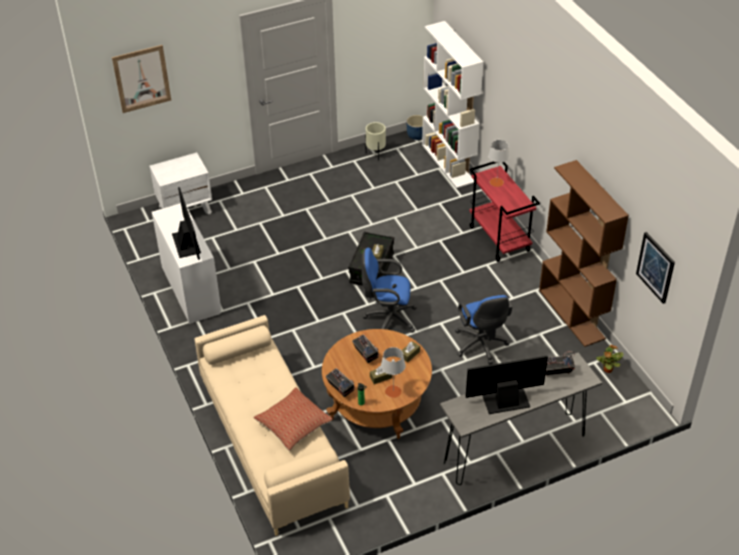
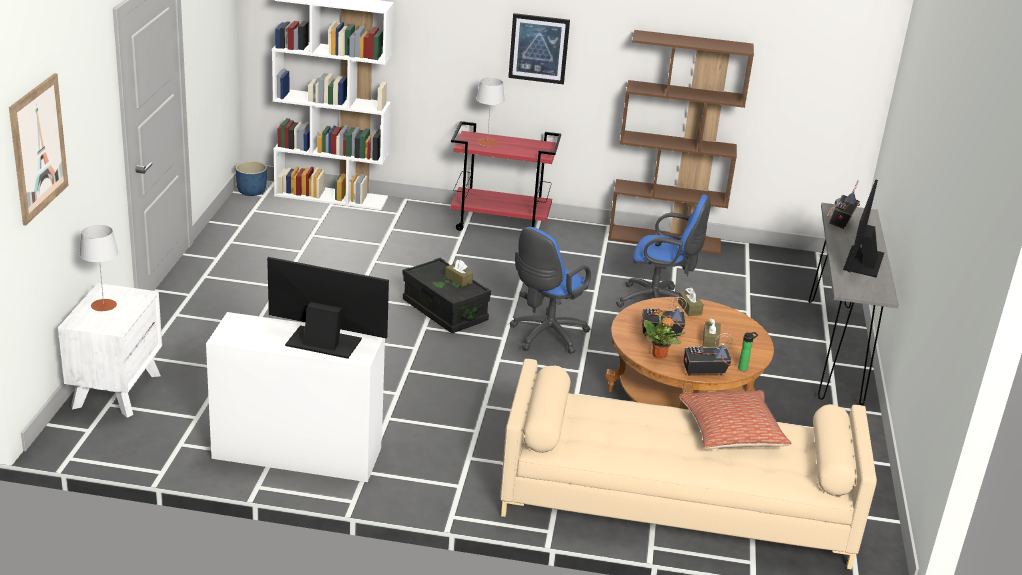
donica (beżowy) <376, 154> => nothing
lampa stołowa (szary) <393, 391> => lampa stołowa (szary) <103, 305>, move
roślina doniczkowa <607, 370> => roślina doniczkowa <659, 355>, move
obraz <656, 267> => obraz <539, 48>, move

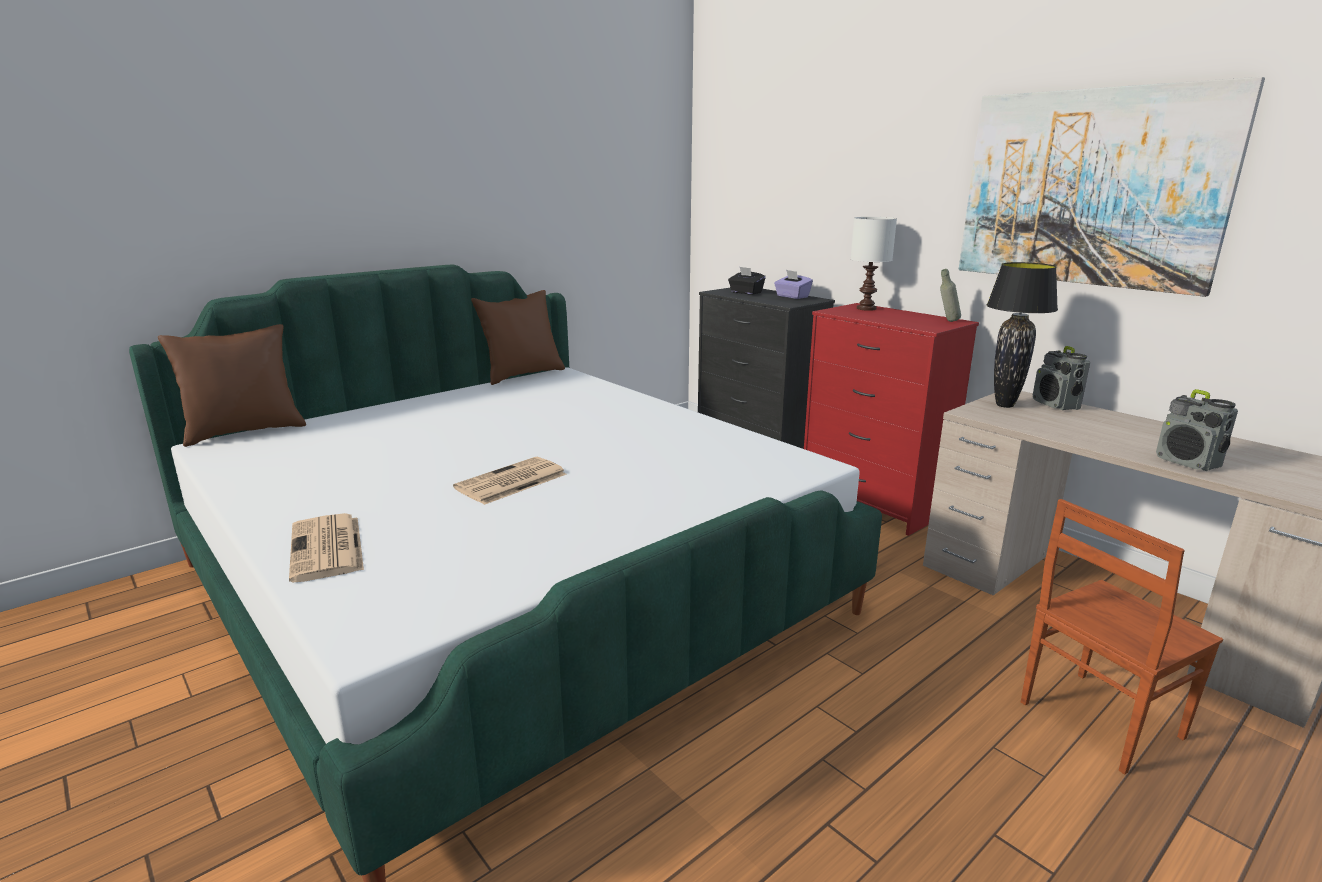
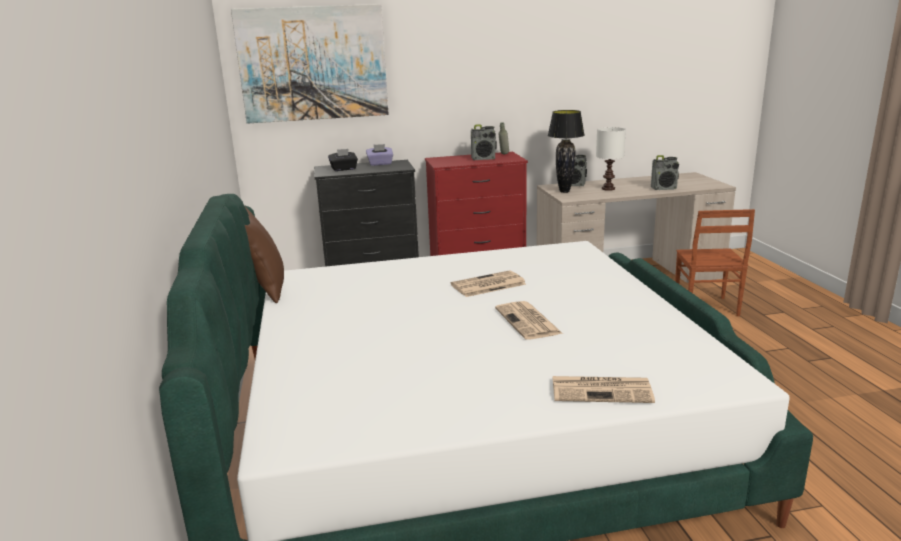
poduszka (brązowy) <245, 432> => nothing
lampa stołowa (biały) <867, 308> => lampa stołowa (biały) <608, 188>, move
obraz <1089, 188> => obraz <313, 64>, move
nothing => gazeta <487, 285>
nothing => radio <484, 159>

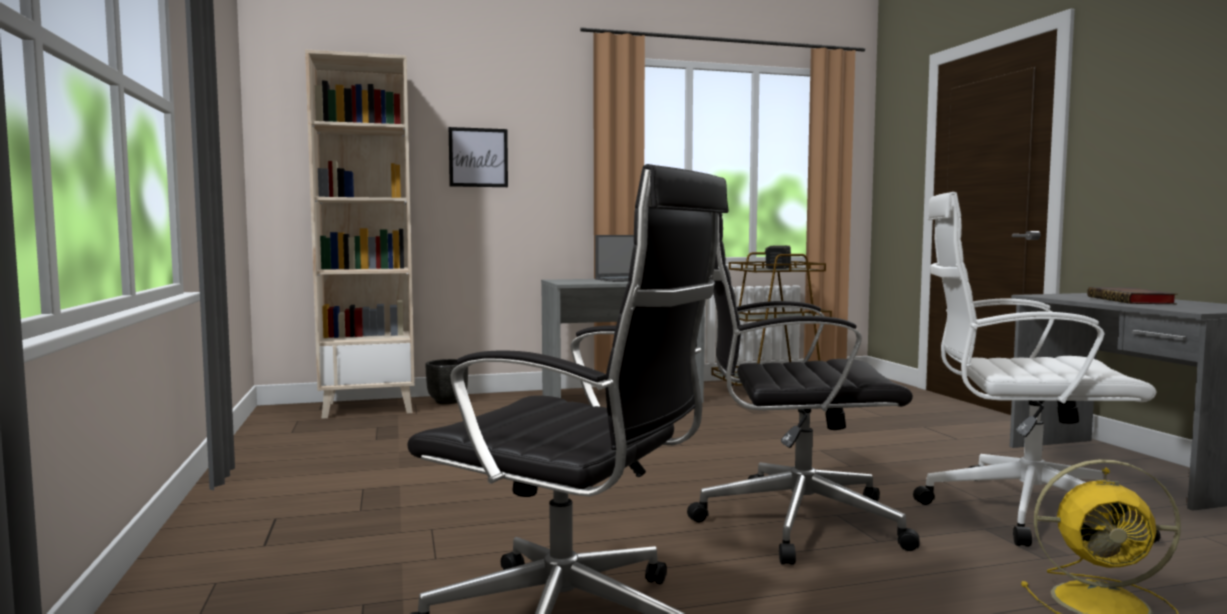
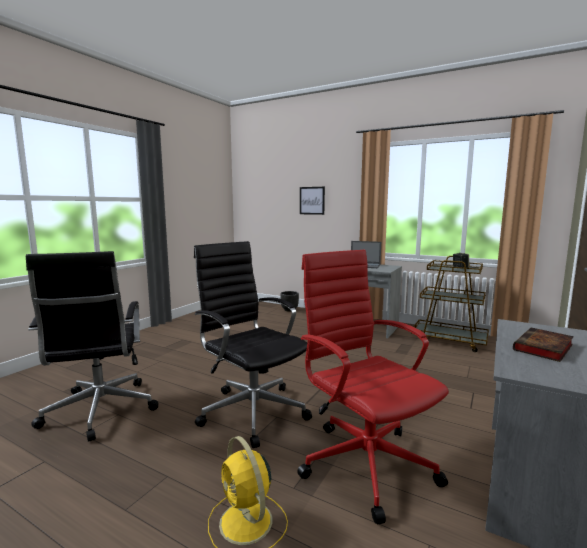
regał (beżowy) <369, 407> => nothing
krzesło biurowe (biały) <1020, 510> => krzesło biurowe (czerwony) <365, 461>

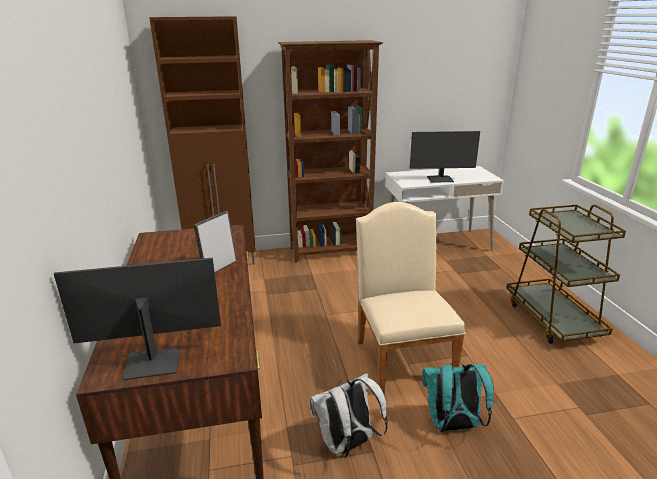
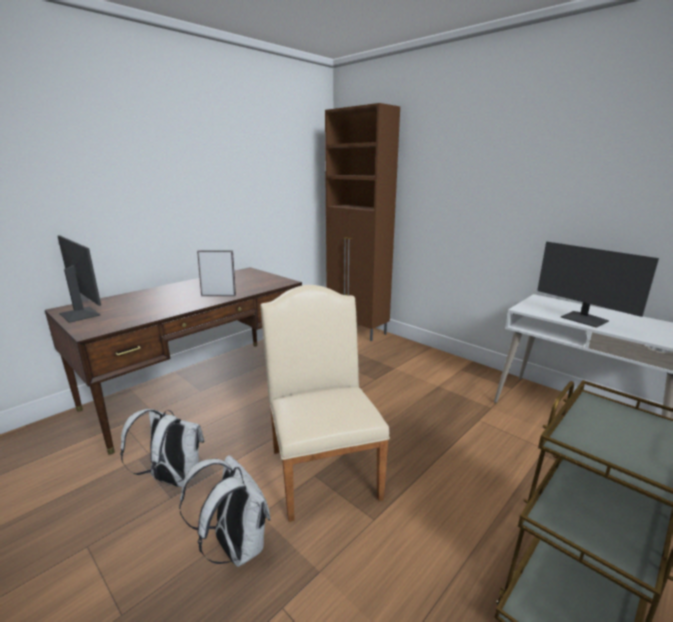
regał (brązowy) <331, 252> => nothing
krzesło (beżowy) <402, 356> => krzesło (beżowy) <322, 467>, 60 degrees counterclockwise
plecak (turkusowy) <452, 425> => plecak (biały) <235, 546>

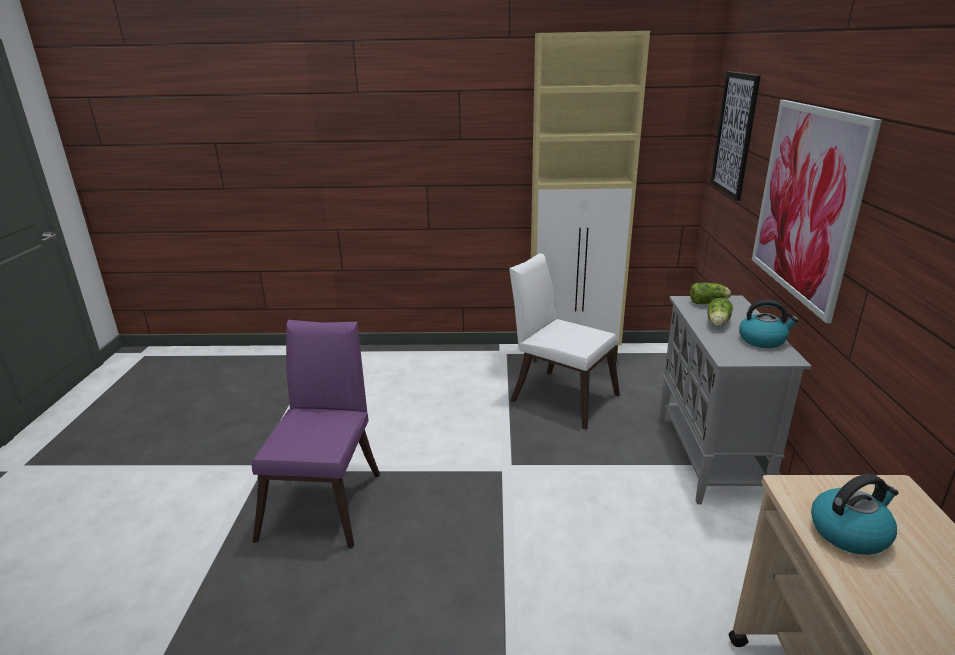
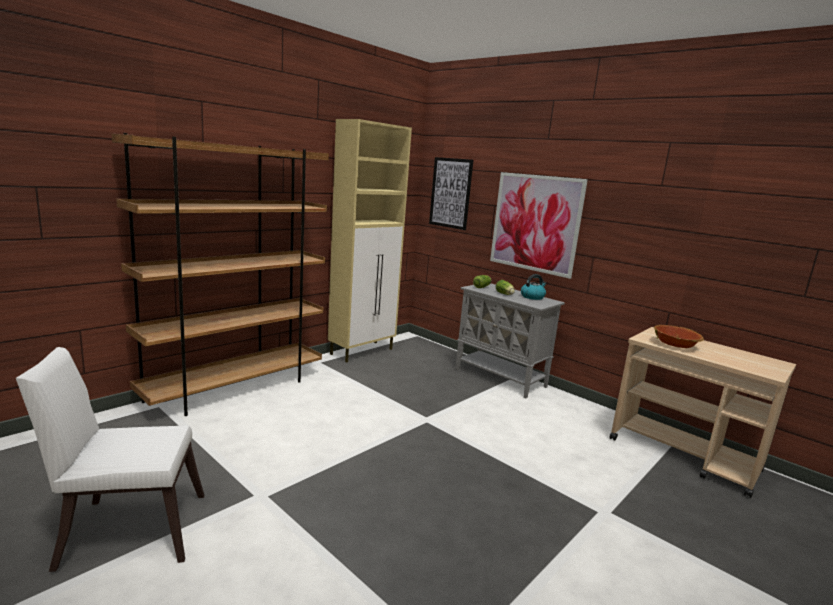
krzesło (fioletowy) <326, 499> => nothing
krzesło (biały) <559, 396> => krzesło (biały) <125, 529>, move
czajnik <849, 532> => miska <675, 345>
nothing => regał (brązowy) <236, 388>

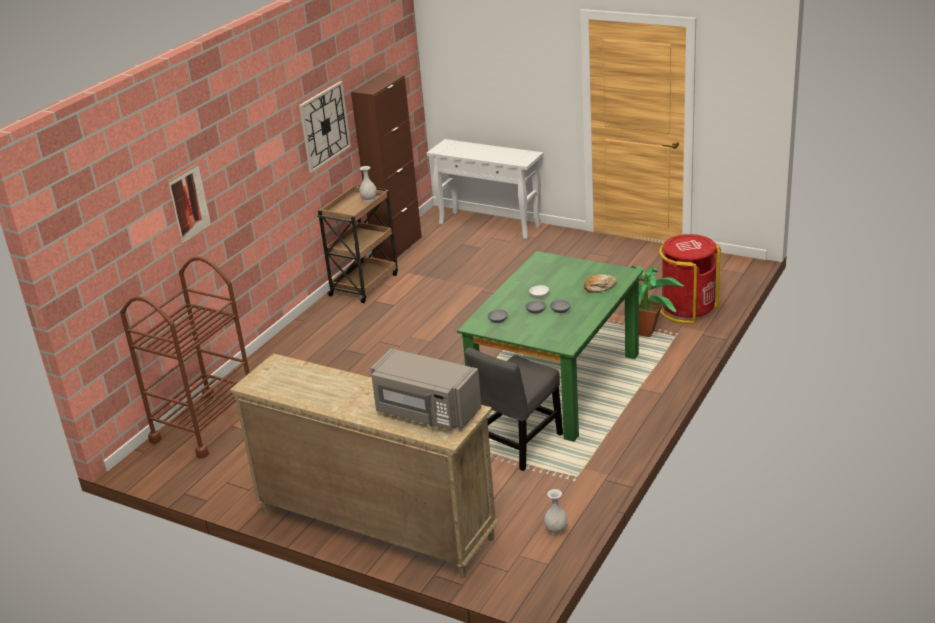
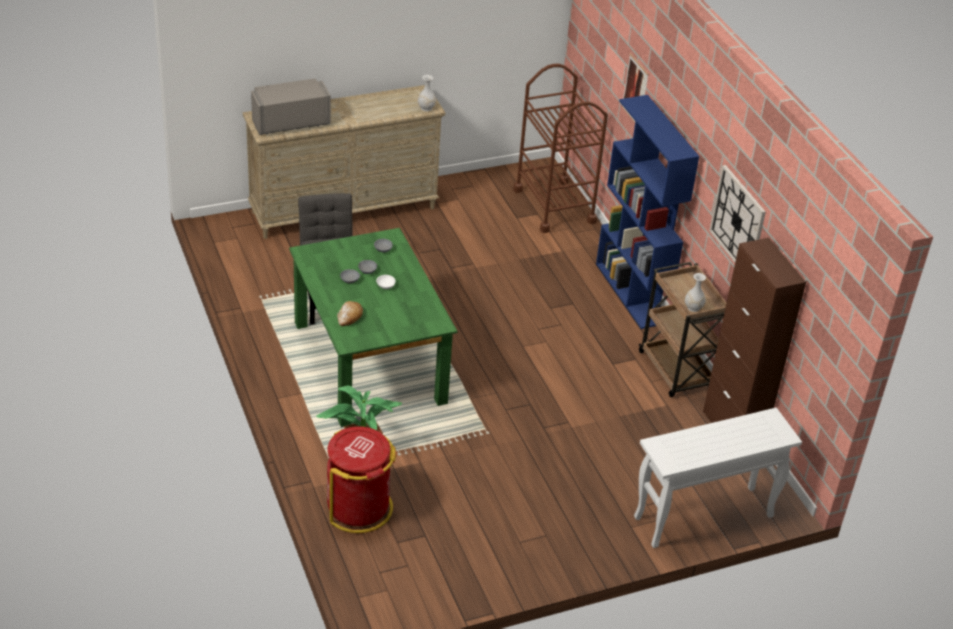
wazon (biały) <556, 530> => wazon (biały) <426, 108>, move
nothing => regał (niebieski) <632, 293>

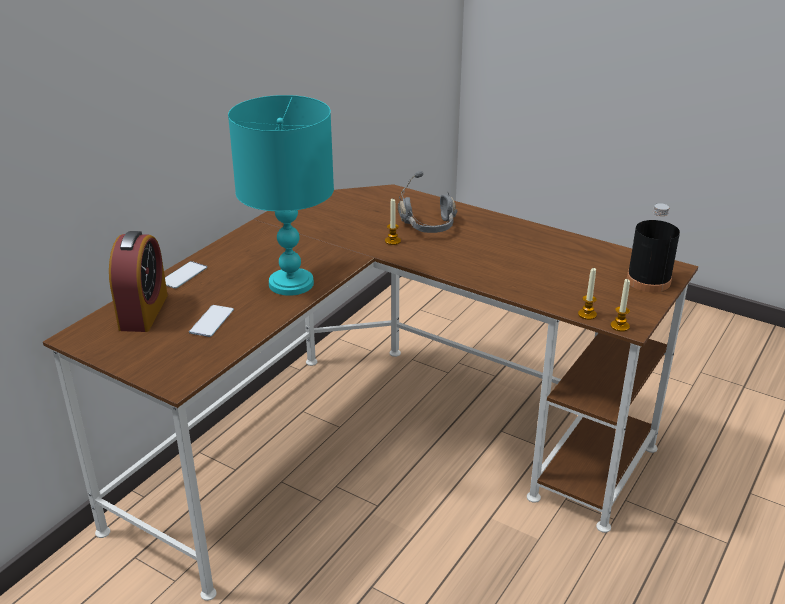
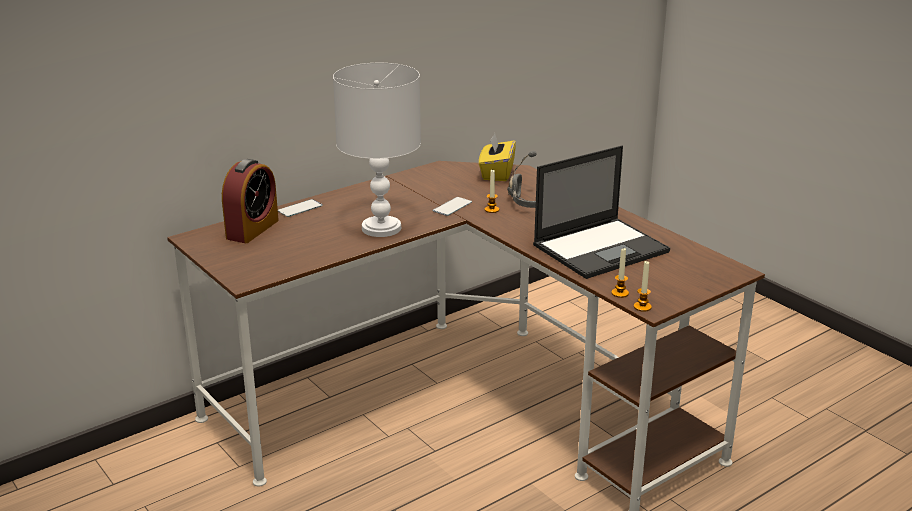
telefon <211, 321> => telefon <452, 207>, move
lampa stołowa (turkusowy) <291, 283> => lampa stołowa (biały) <381, 228>
butelka (czarny) <648, 281> => nothing
nothing => pudełko chusteczek (żółty) <496, 173>
nothing => laptop <601, 248>

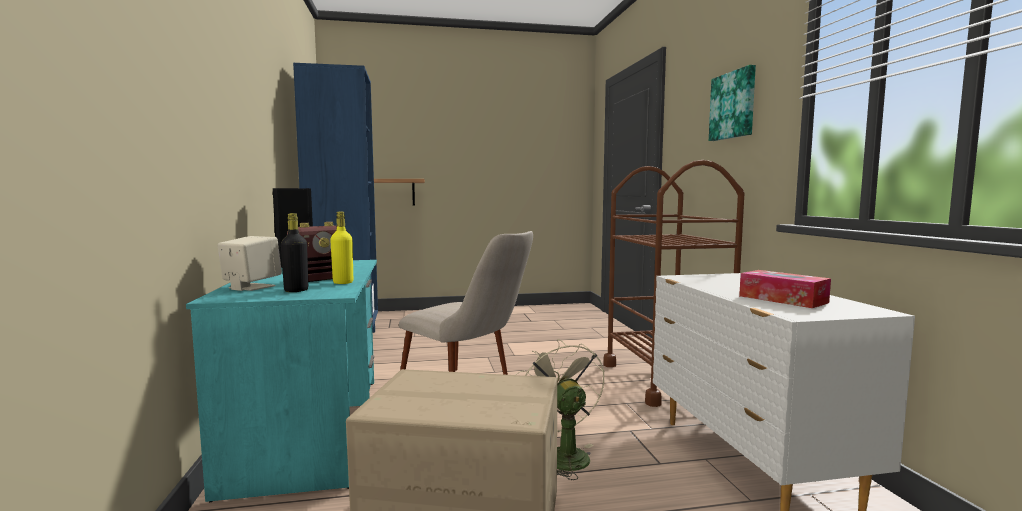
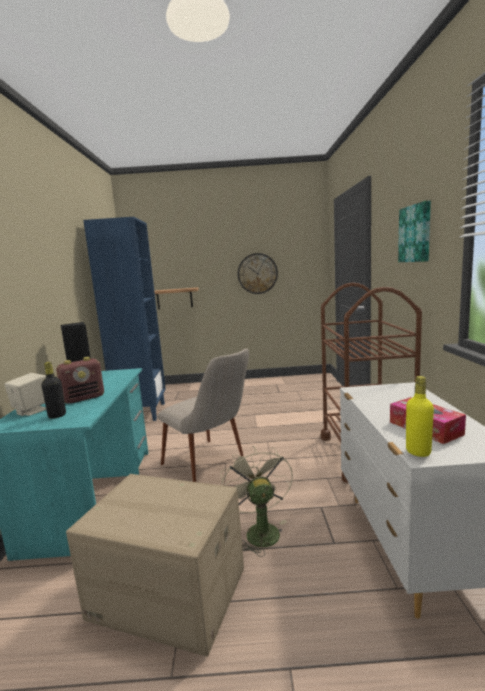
butelka (żółty) <343, 282> => butelka (żółty) <418, 452>, move
nothing => zegar ścienny <257, 273>

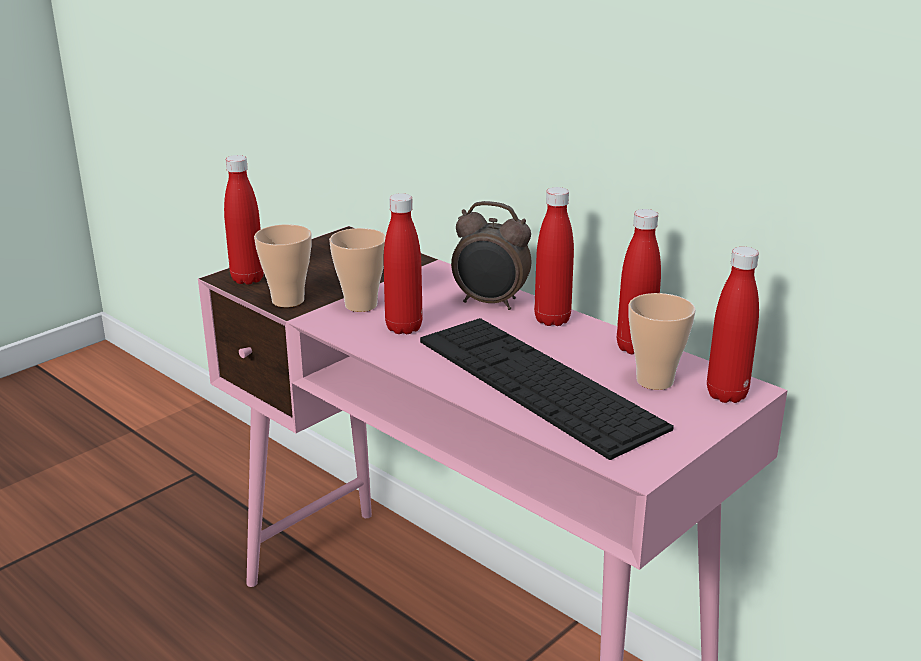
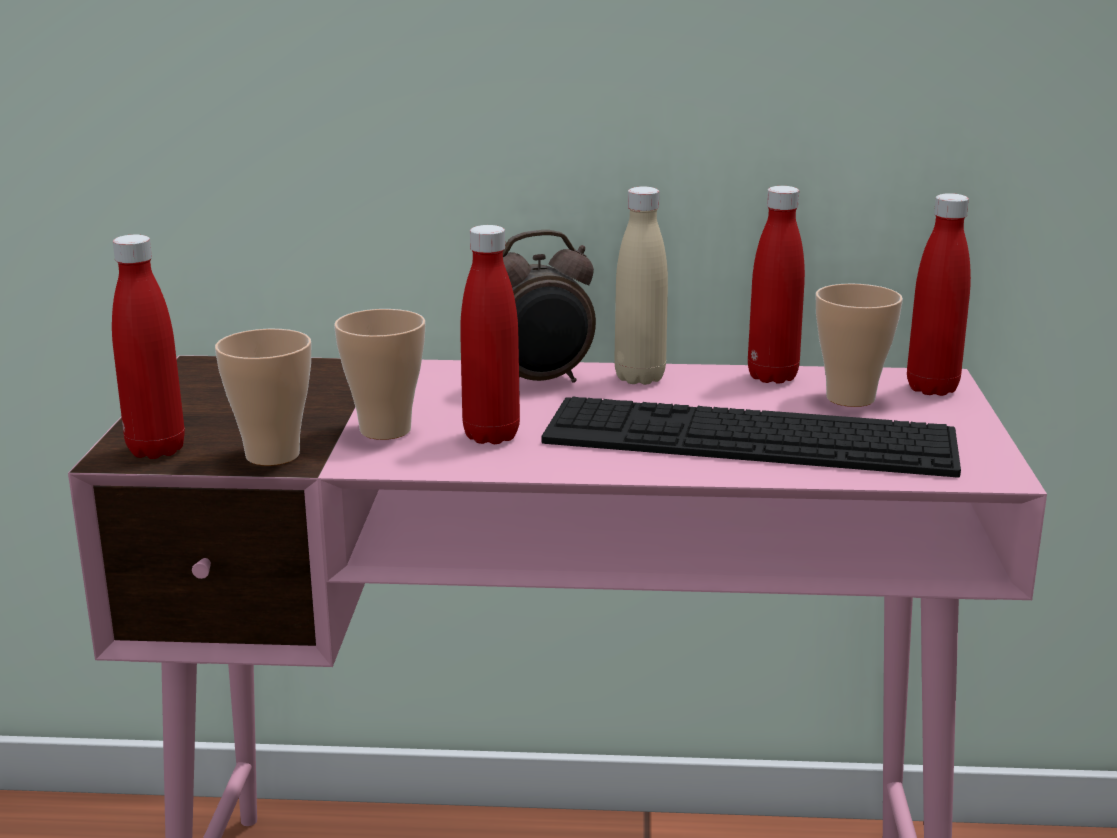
butelka (czerwony) <552, 320> => butelka (beżowy) <639, 378>

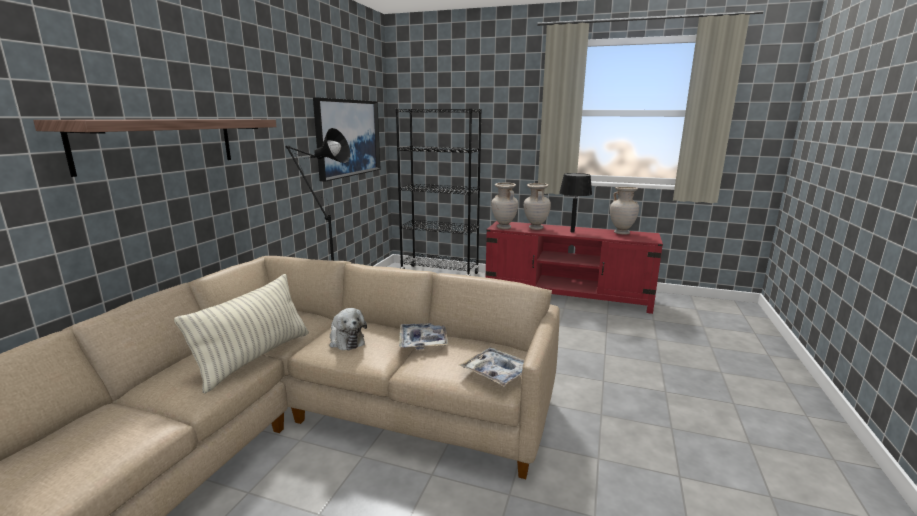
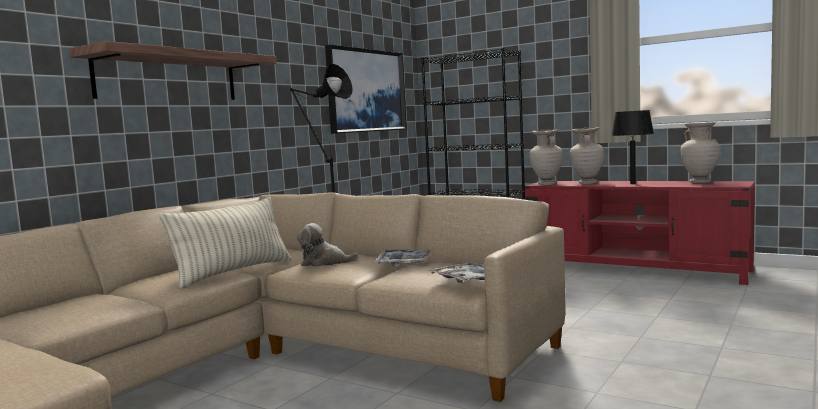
pluszak <346, 340> => pluszak <324, 263>, 120 degrees clockwise

